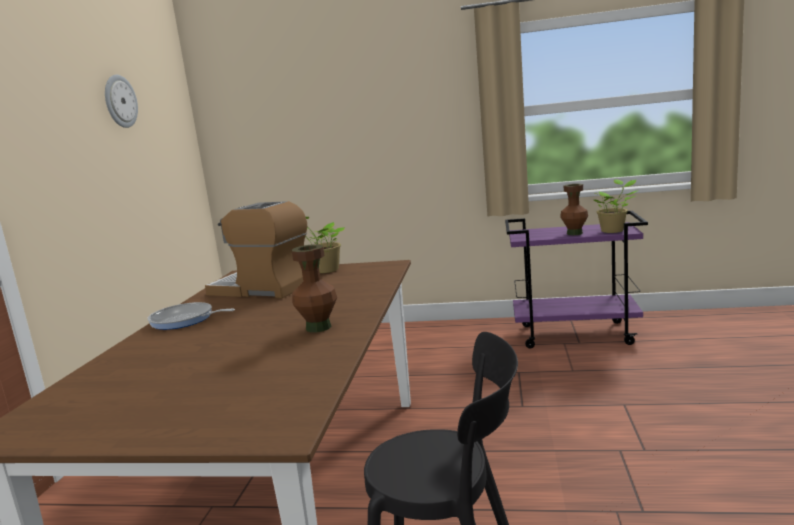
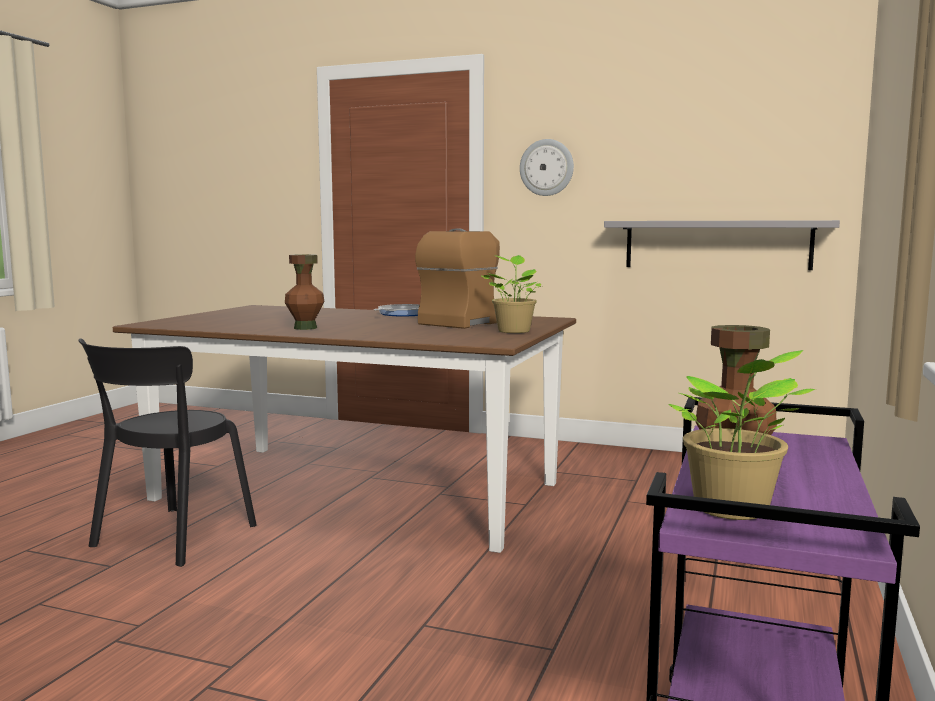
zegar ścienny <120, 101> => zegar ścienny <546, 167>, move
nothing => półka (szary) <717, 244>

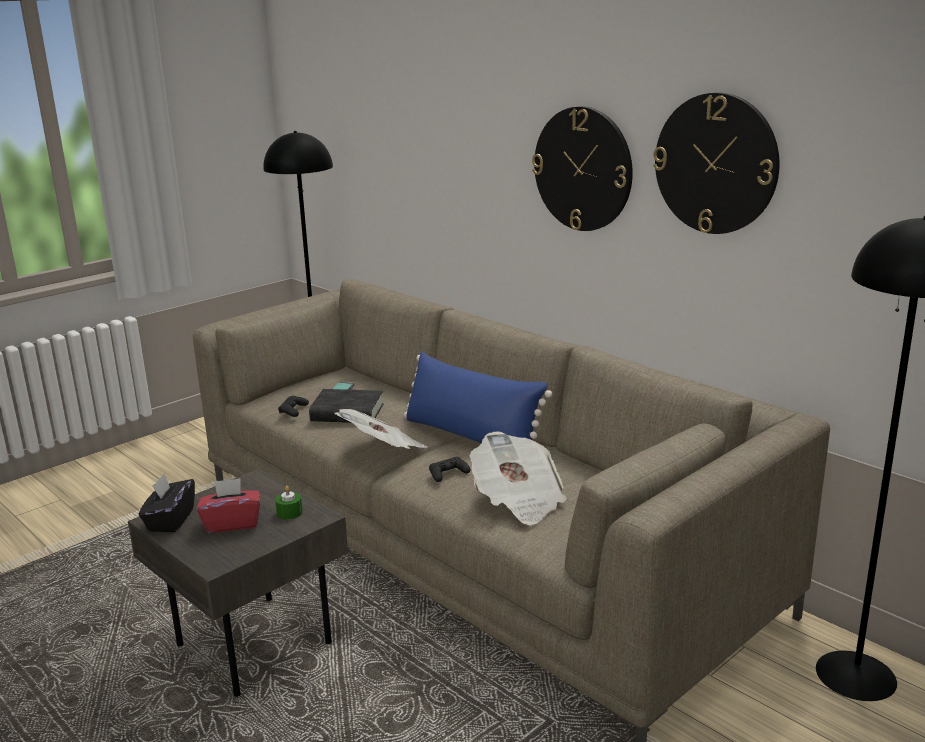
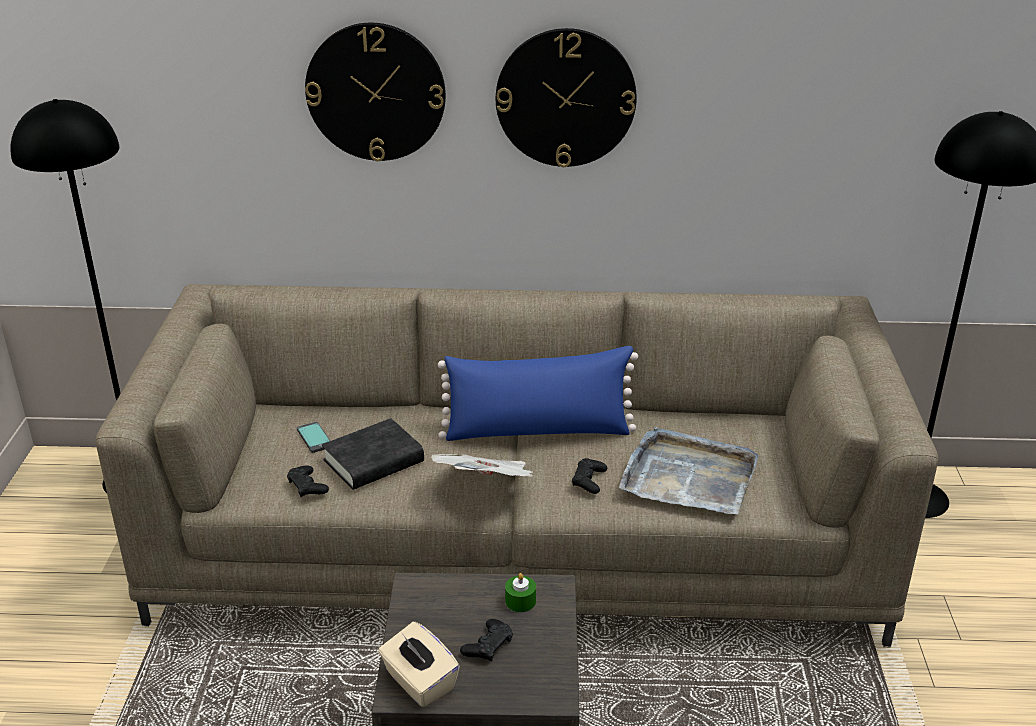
pudełko chusteczek (czarny) <170, 520> => pudełko chusteczek (beżowy) <419, 682>
pudełko chusteczek (czerwony) <232, 523> => pad do gier (czarny) <488, 645>
gazeta <518, 500> => taca (szary) <688, 476>
zegar ścienny <716, 164> => zegar ścienny <376, 92>, move

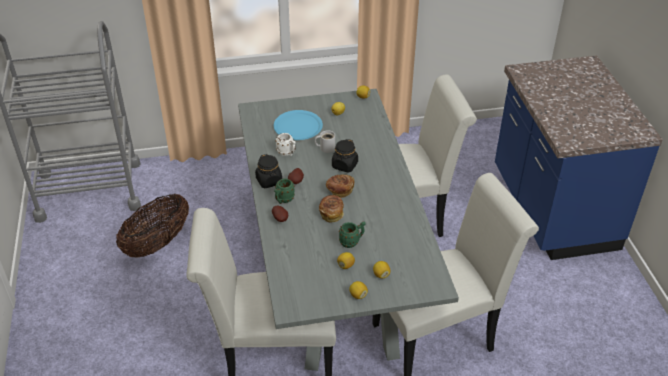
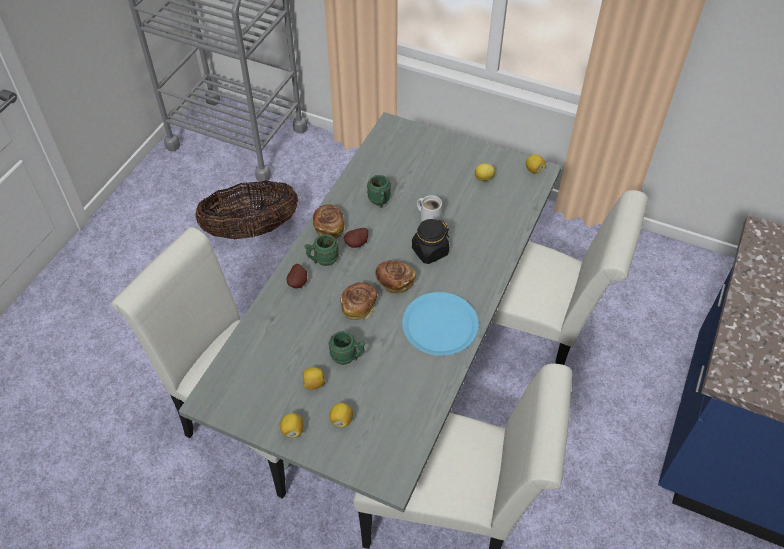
słoik (czarny) <269, 181> => chleb <329, 227>
talerz (niebieski) <298, 126> => talerz (niebieski) <440, 324>, move
kubek (biały) <287, 153> => kubek (zielony) <380, 202>

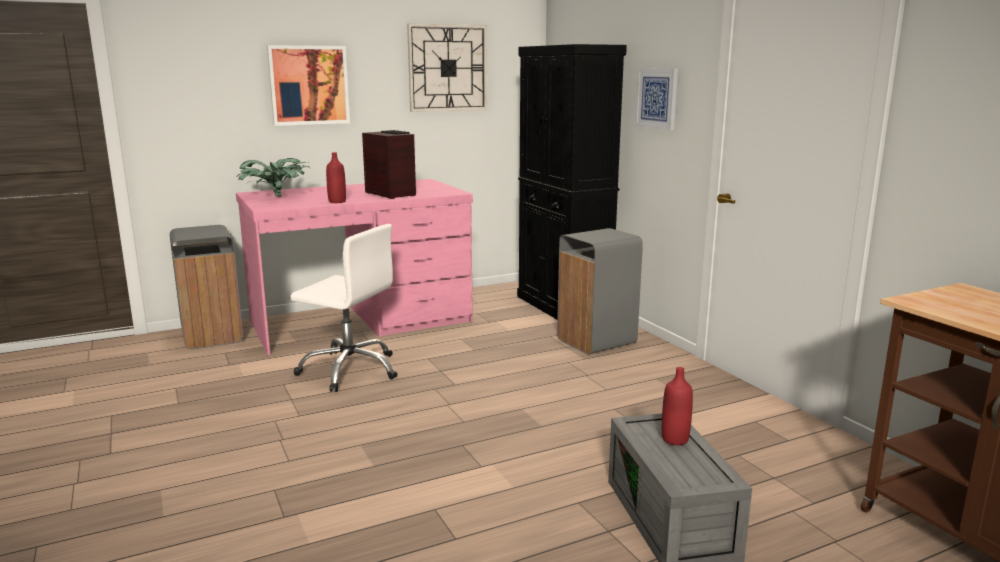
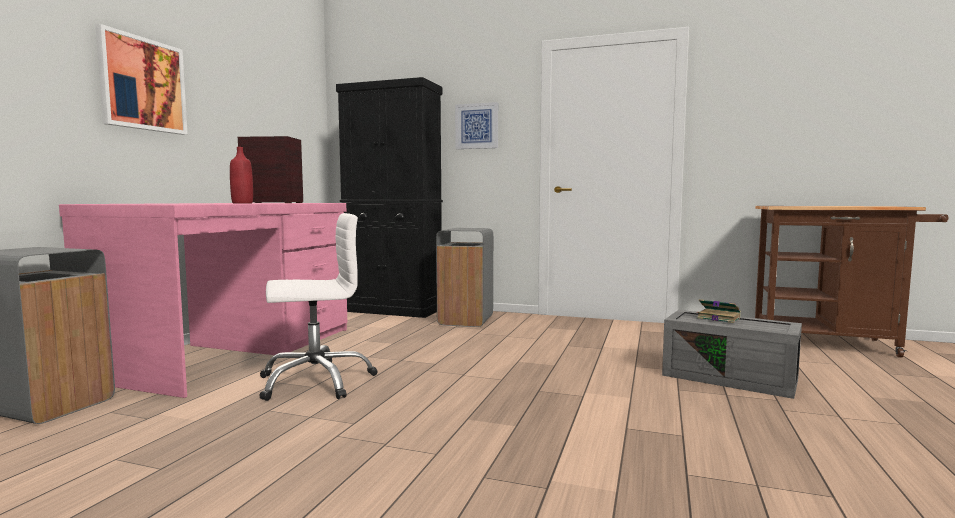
roślina doniczkowa <275, 197> => nothing
zegar ścienny <447, 68> => nothing
butelka (czerwony) <675, 439> => książka <717, 318>

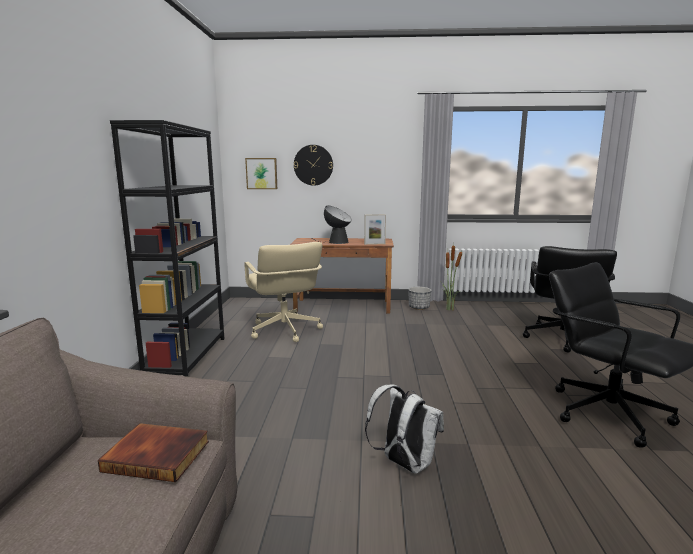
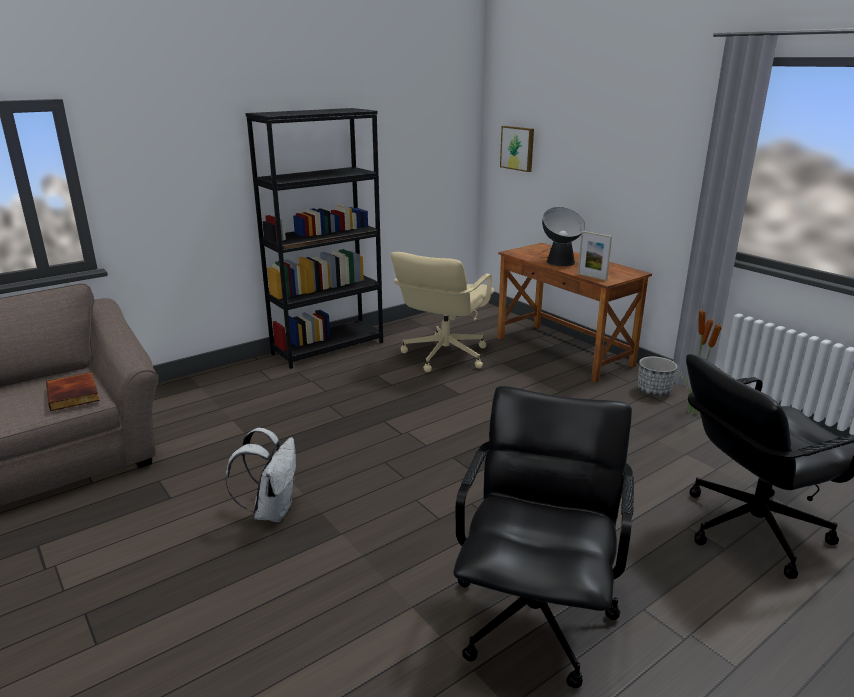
zegar ścienny <313, 165> => nothing

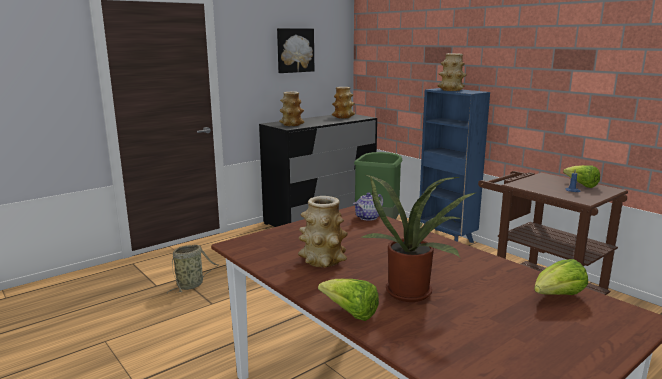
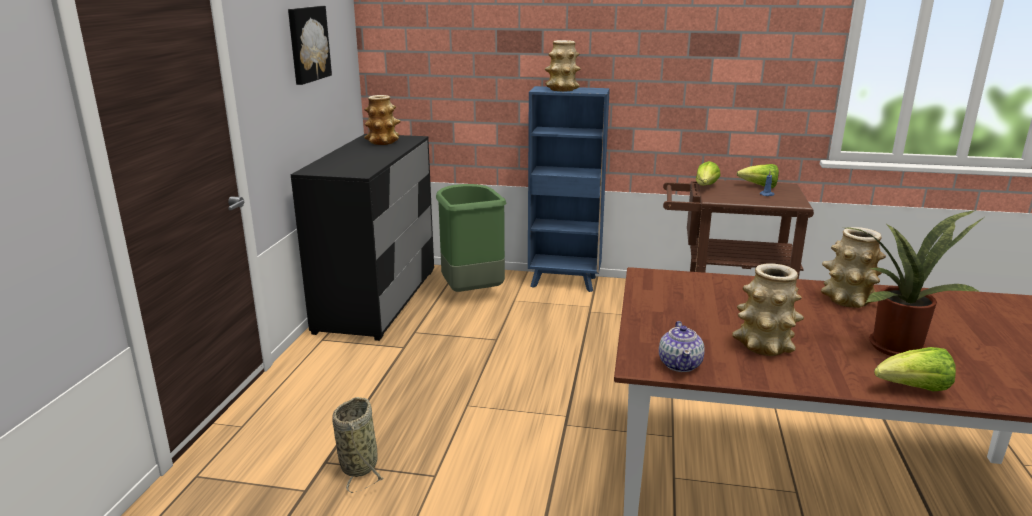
wazon <291, 124> => wazon <847, 300>, move
imbryk <368, 217> => imbryk <680, 364>, move
sałata <557, 296> => sałata <706, 187>, move

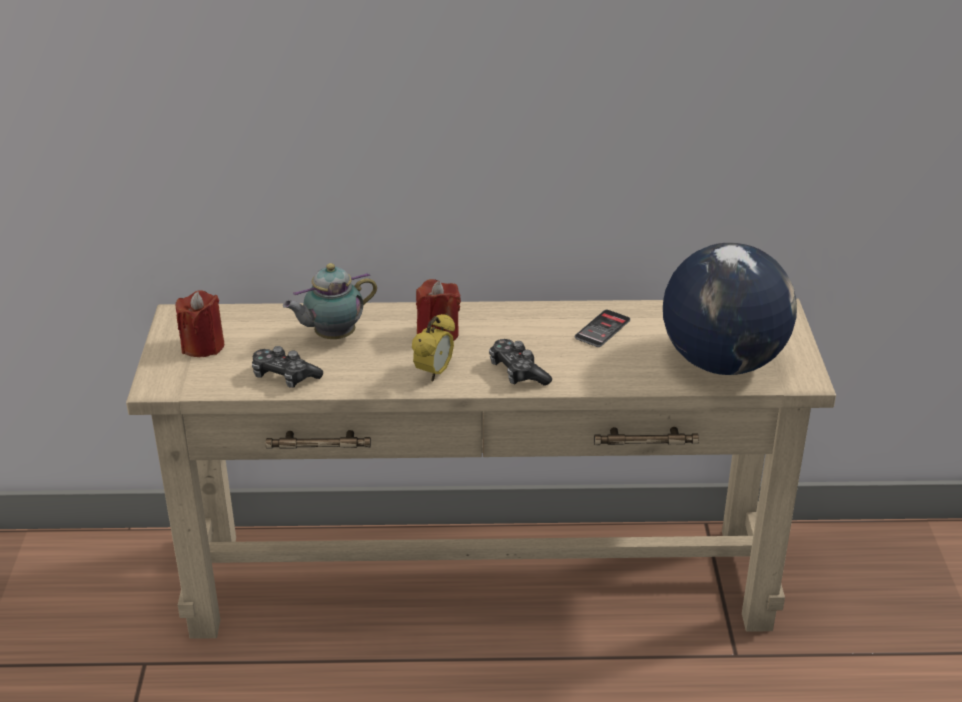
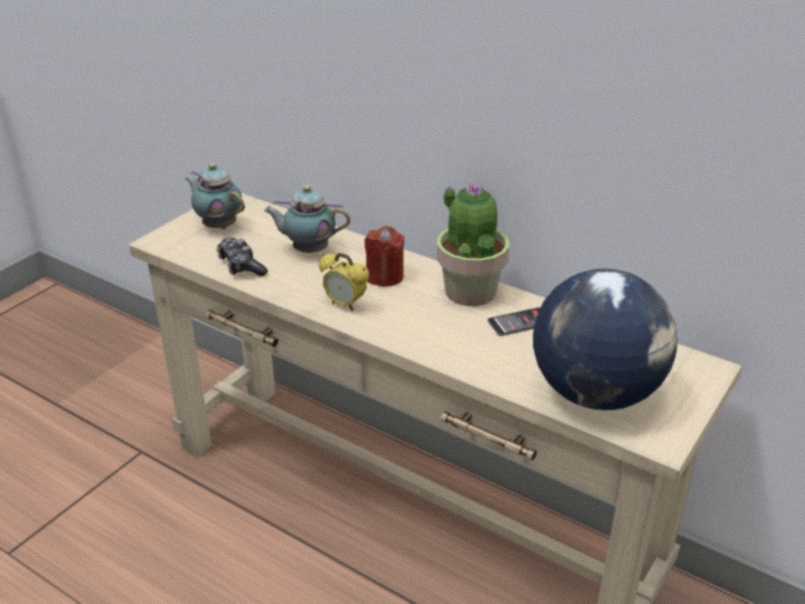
świeca (czerwony) <203, 346> => imbryk <218, 225>
budzik <434, 373> => budzik <345, 305>, 60 degrees clockwise
pad do gier <517, 372> => nothing
nothing => roślina doniczkowa <470, 291>

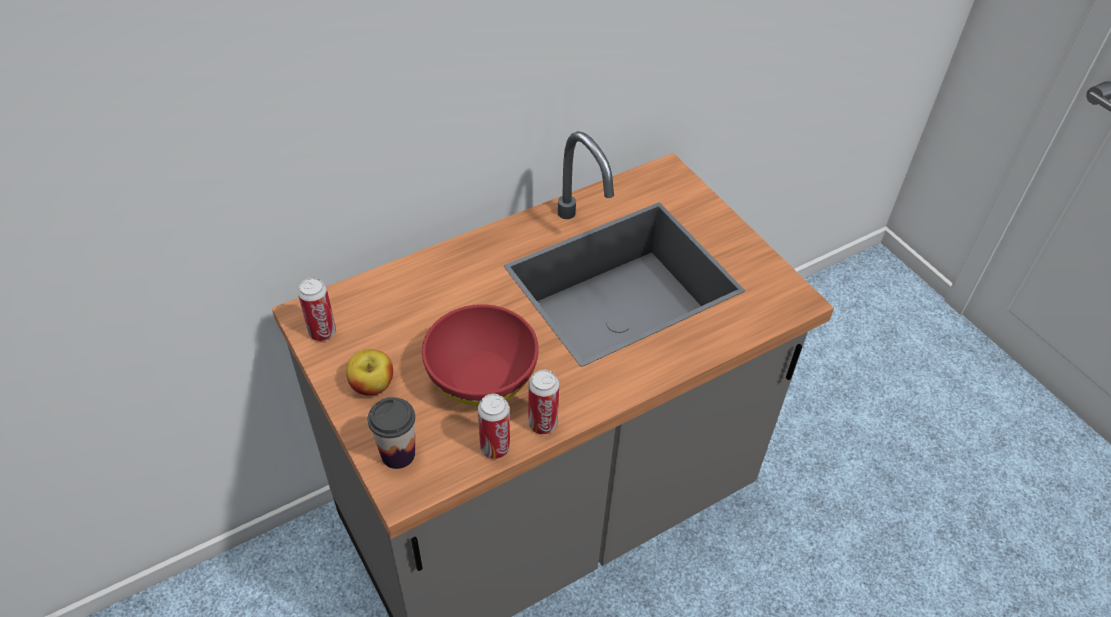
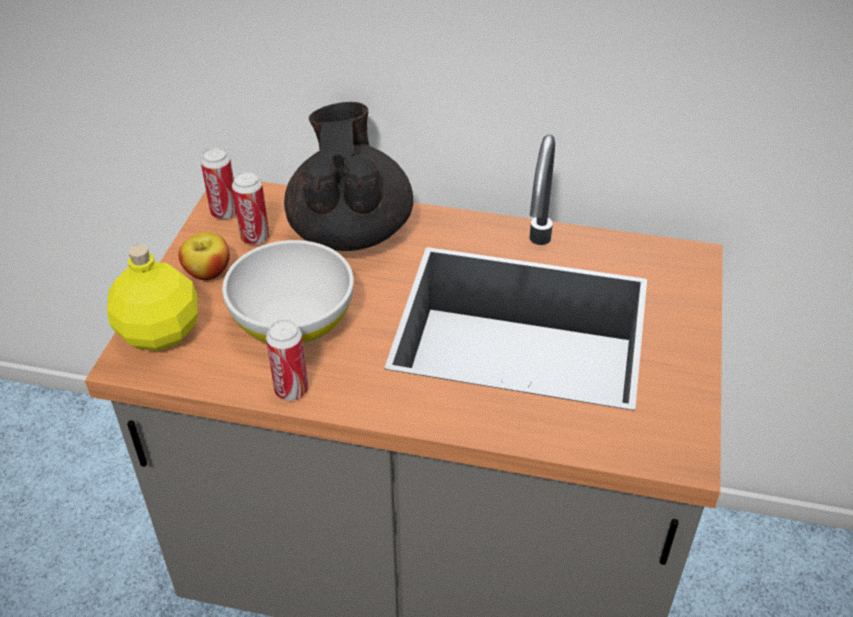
filiżanka <398, 454> => butelka (żółty) <159, 333>
miska (czerwony) <481, 377> => miska (biały) <293, 320>
puszka <495, 448> => puszka <255, 238>, move
nothing => imbryk (czarny) <350, 230>

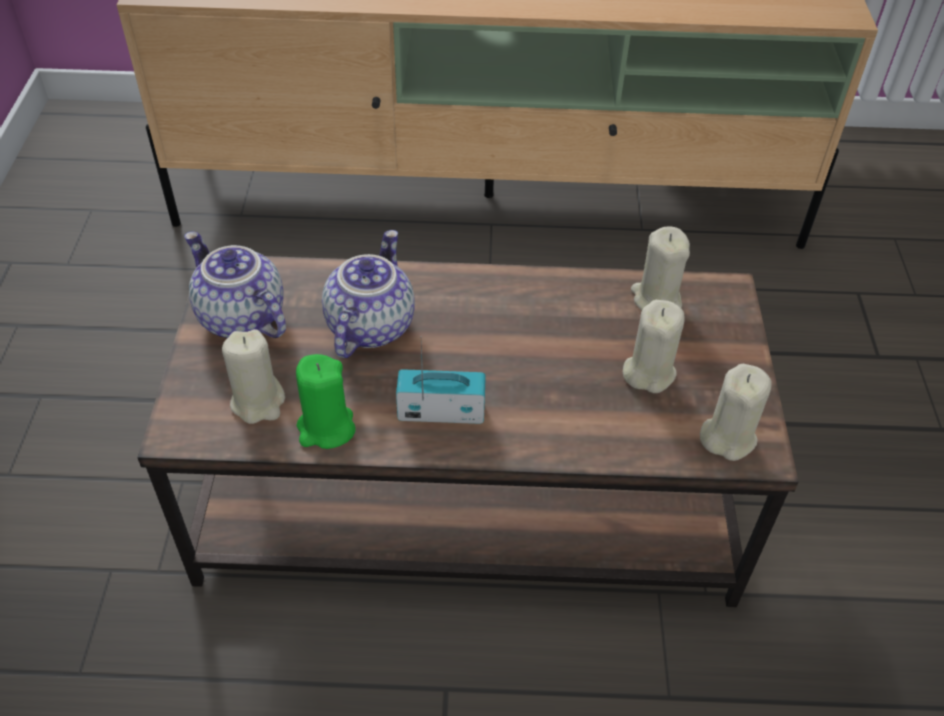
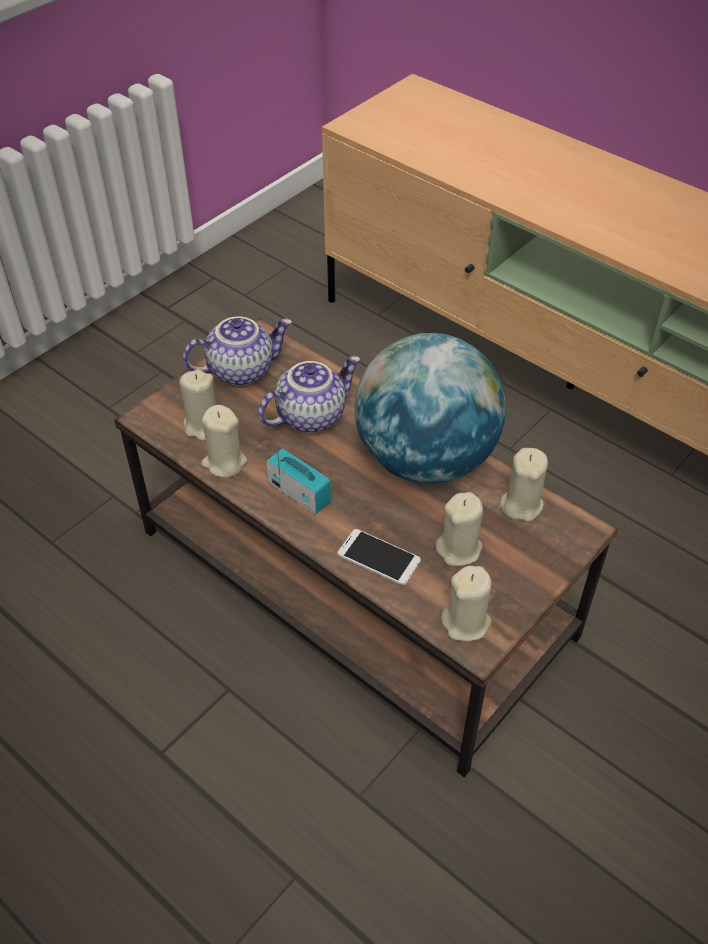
imbryk <239, 318> => imbryk <241, 370>, 75 degrees clockwise
świeca (zielony) <326, 428> => świeca (beżowy) <224, 462>
nothing => telefon <379, 557>
nothing => globus <425, 459>

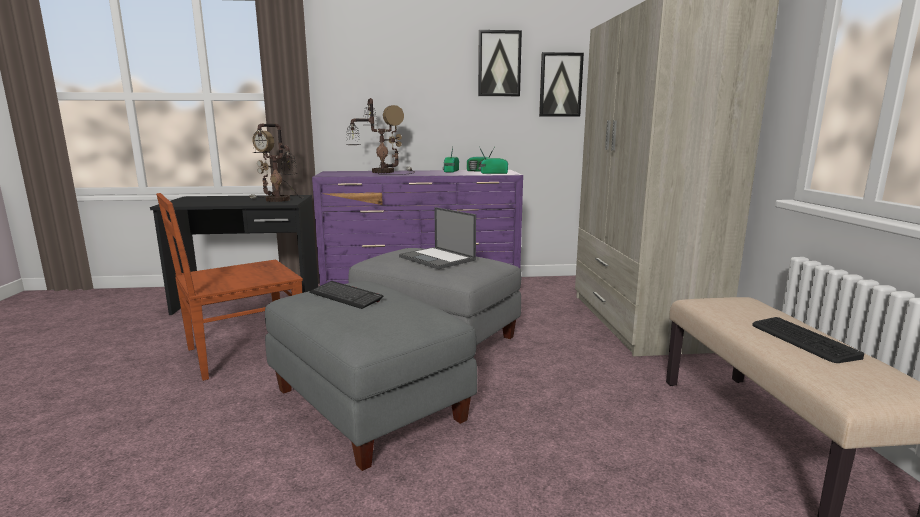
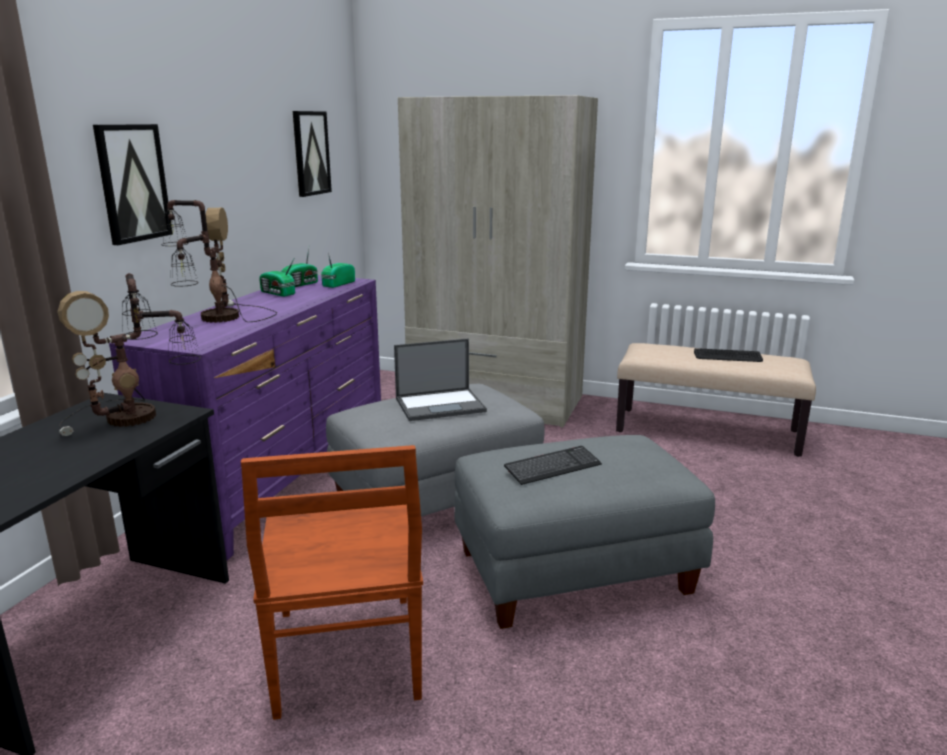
obraz <499, 64> => obraz <132, 183>, move

